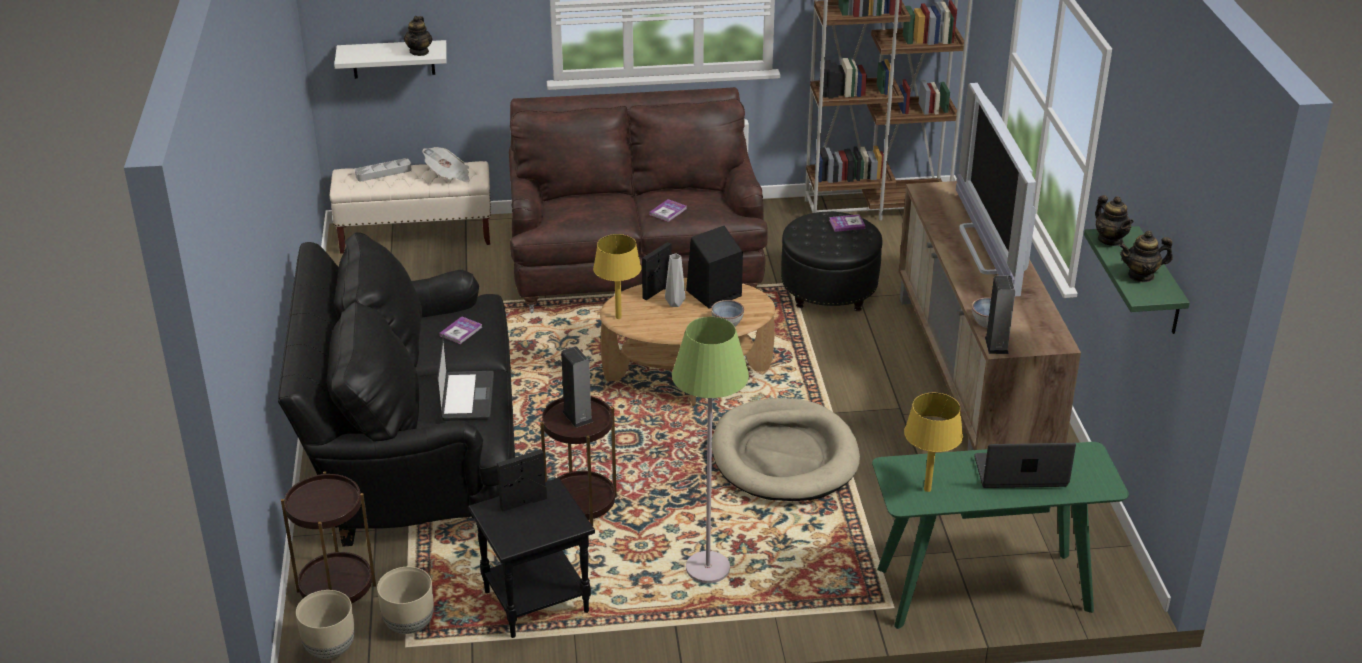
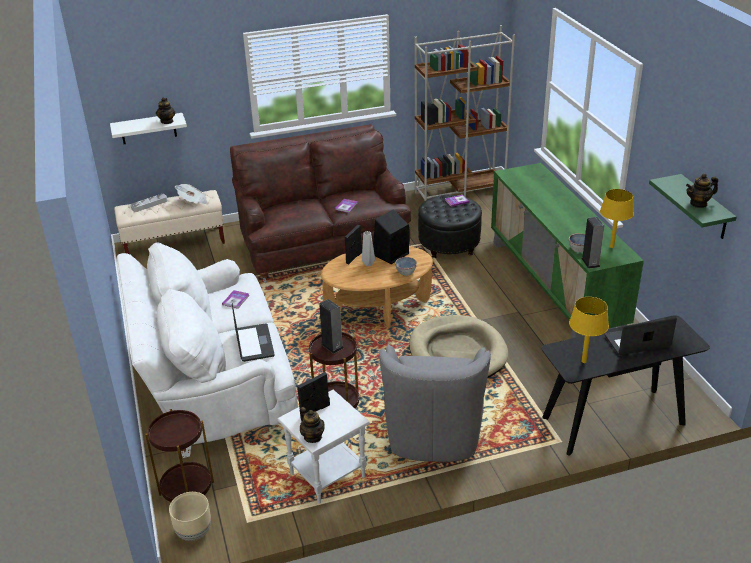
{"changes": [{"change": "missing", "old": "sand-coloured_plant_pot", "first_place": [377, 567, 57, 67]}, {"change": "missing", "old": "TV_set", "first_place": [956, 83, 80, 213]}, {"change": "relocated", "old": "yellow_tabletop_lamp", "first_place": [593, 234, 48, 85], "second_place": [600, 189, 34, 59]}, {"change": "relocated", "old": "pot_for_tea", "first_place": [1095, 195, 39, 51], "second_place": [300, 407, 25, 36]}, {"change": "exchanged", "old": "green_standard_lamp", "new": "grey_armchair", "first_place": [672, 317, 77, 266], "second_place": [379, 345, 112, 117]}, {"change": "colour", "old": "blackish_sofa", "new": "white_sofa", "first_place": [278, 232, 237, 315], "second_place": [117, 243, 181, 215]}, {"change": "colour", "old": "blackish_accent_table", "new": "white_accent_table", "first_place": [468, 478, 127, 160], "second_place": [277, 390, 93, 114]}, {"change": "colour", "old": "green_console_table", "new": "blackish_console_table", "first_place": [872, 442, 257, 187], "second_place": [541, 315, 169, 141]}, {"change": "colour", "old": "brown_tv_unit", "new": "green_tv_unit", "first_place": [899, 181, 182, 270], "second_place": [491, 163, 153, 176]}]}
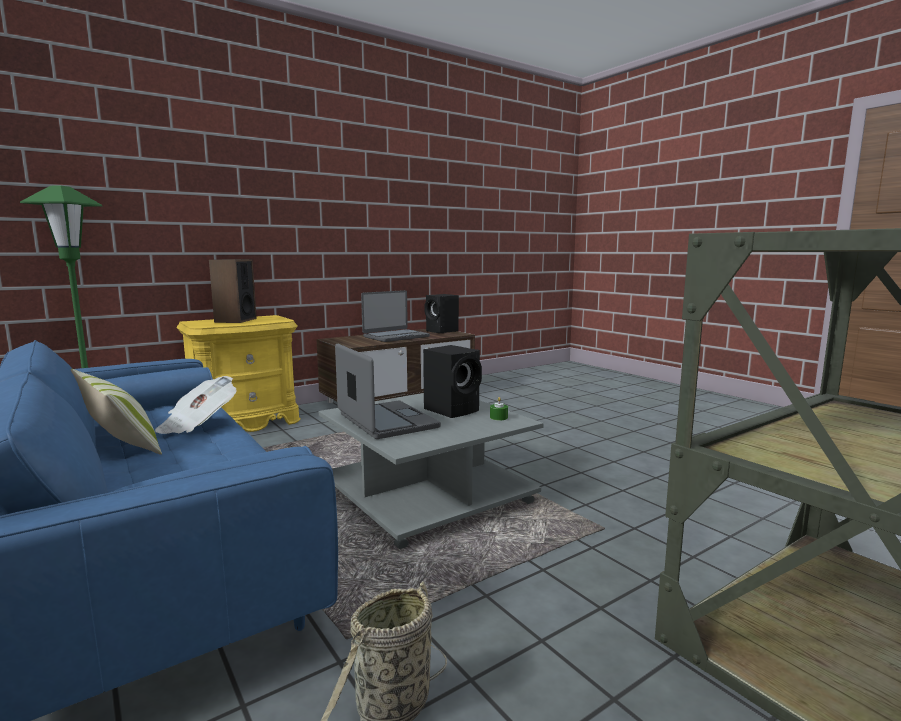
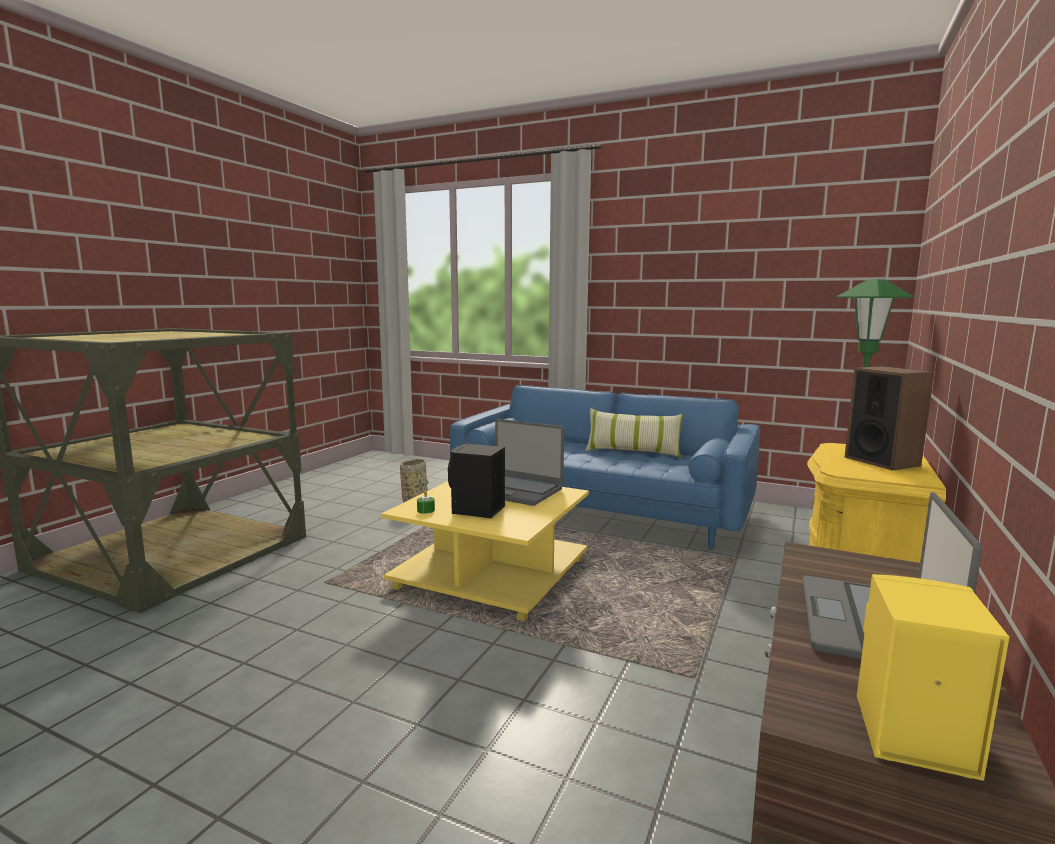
{"changes": [{"change": "missing", "old": "newspaper", "first_place": [155, 376, 82, 58]}, {"change": "colour", "old": "grey_low_table", "new": "yellow_low_table", "first_place": [319, 393, 225, 156], "second_place": [381, 481, 208, 141]}, {"change": "colour", "old": "blackish_loudspeaker", "new": "yellow_loudspeaker", "first_place": [425, 294, 34, 39], "second_place": [857, 574, 152, 207]}]}
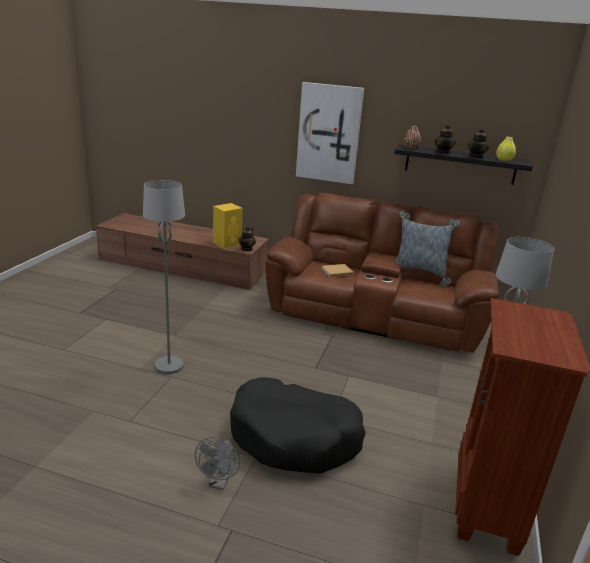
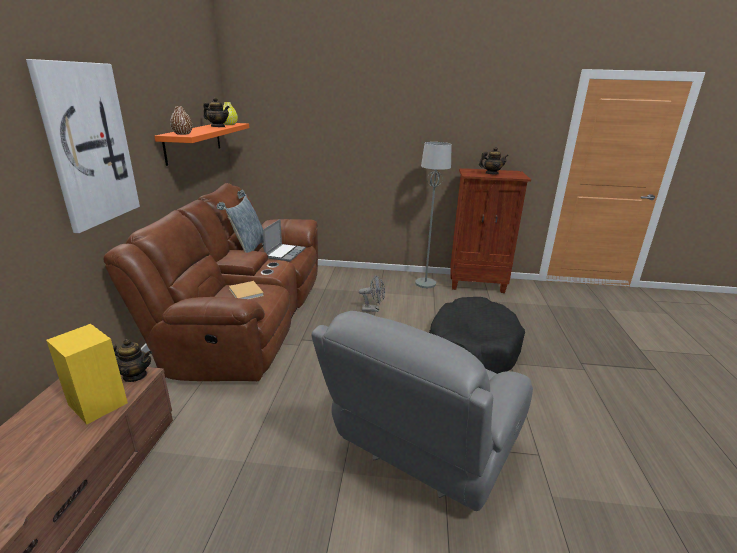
{"changes": [{"change": "appeared", "new": "laptop", "second_place": [263, 219, 43, 43]}, {"change": "relocated", "old": "grey_electric_fan", "first_place": [195, 437, 45, 53], "second_place": [359, 275, 26, 37]}, {"change": "relocated", "old": "pot_for_tea", "first_place": [434, 124, 22, 30], "second_place": [479, 147, 29, 27]}, {"change": "exchanged", "old": "grey_standard_lamp", "new": "grey_armchair", "first_place": [143, 180, 42, 194], "second_place": [311, 311, 222, 200]}, {"change": "colour", "old": "blackish_bracket_shelf", "new": "orangey_bracket_shelf", "first_place": [394, 144, 139, 41], "second_place": [155, 123, 94, 43]}]}
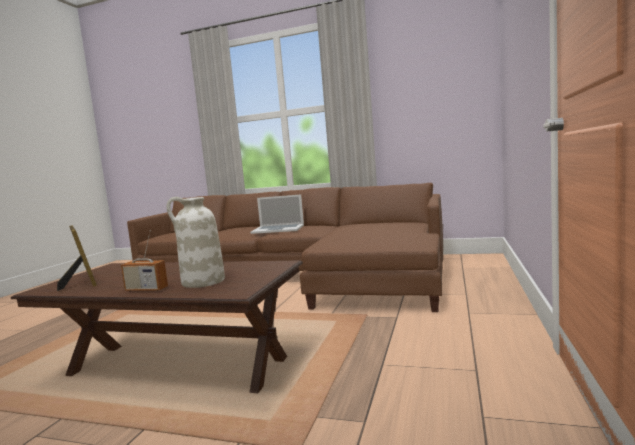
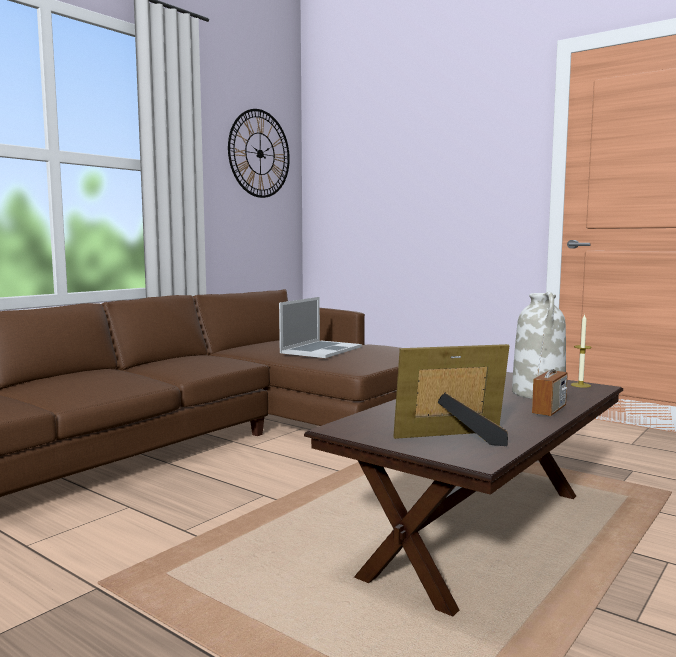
{"changes": [{"change": "appeared", "new": "clock_on_the_wall", "second_place": [228, 109, 62, 89]}, {"change": "appeared", "new": "wax_light", "second_place": [571, 314, 21, 74]}, {"change": "relocated", "old": "laptop", "first_place": [250, 194, 54, 40], "second_place": [279, 297, 83, 61]}]}
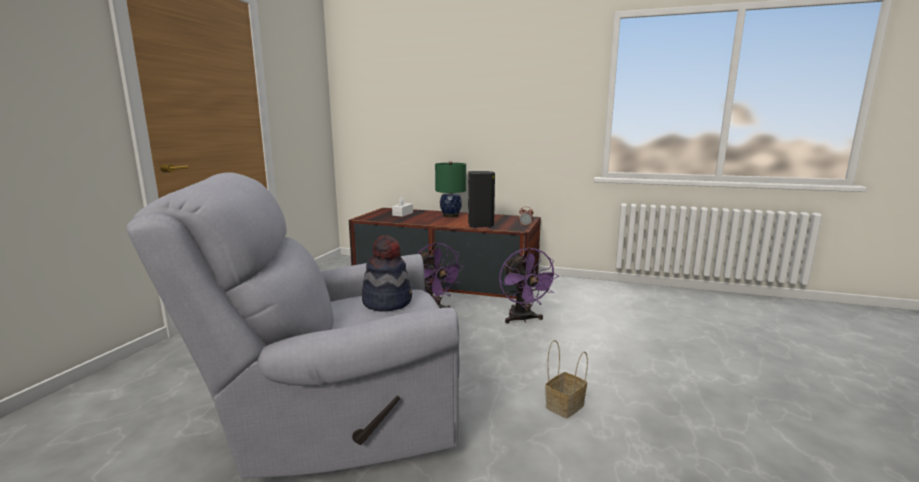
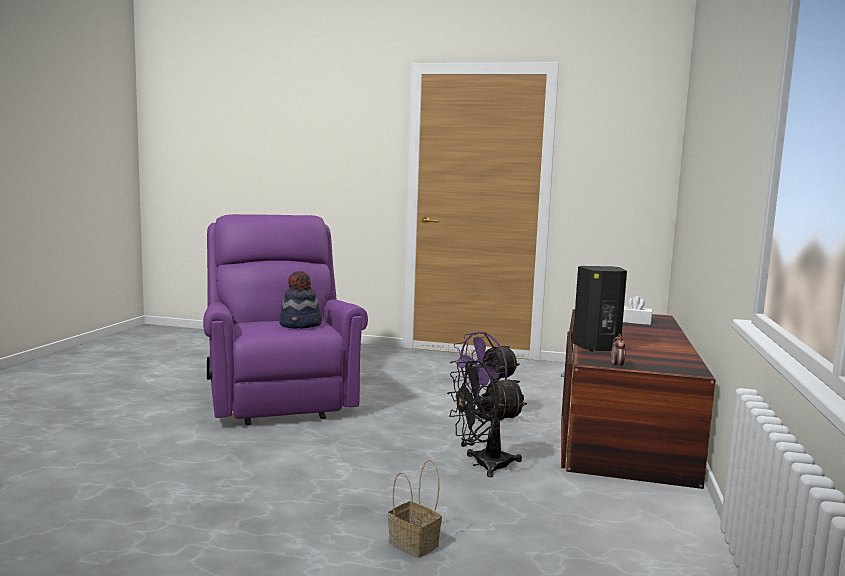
{"changes": [{"change": "missing", "old": "green_tabletop_lamp", "first_place": [435, 161, 31, 56]}, {"change": "relocated", "old": "storage_basket", "first_place": [545, 340, 43, 79], "second_place": [388, 460, 54, 98]}, {"change": "colour", "old": "grey_armchair", "new": "purple_armchair", "first_place": [127, 172, 333, 306], "second_place": [203, 214, 165, 211]}, {"change": "colour", "old": "purple_electric_fan", "new": "blackish_electric_fan", "first_place": [499, 247, 60, 77], "second_place": [447, 360, 80, 117]}]}
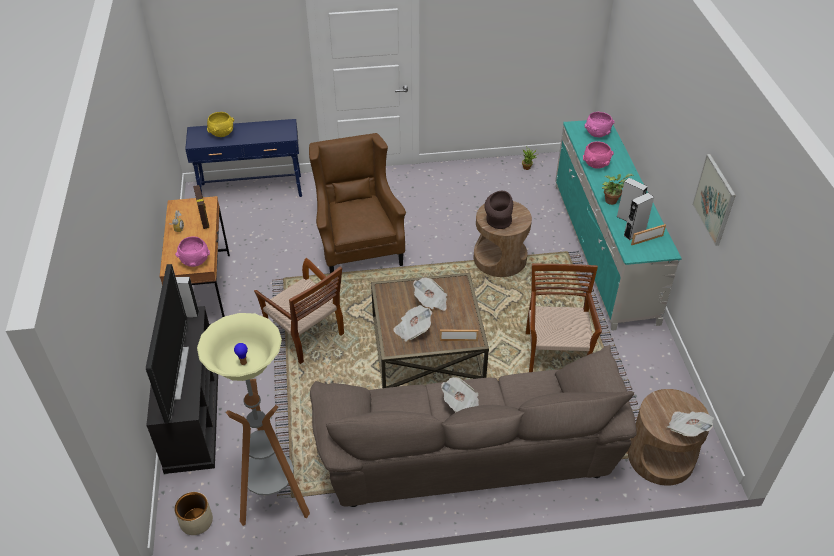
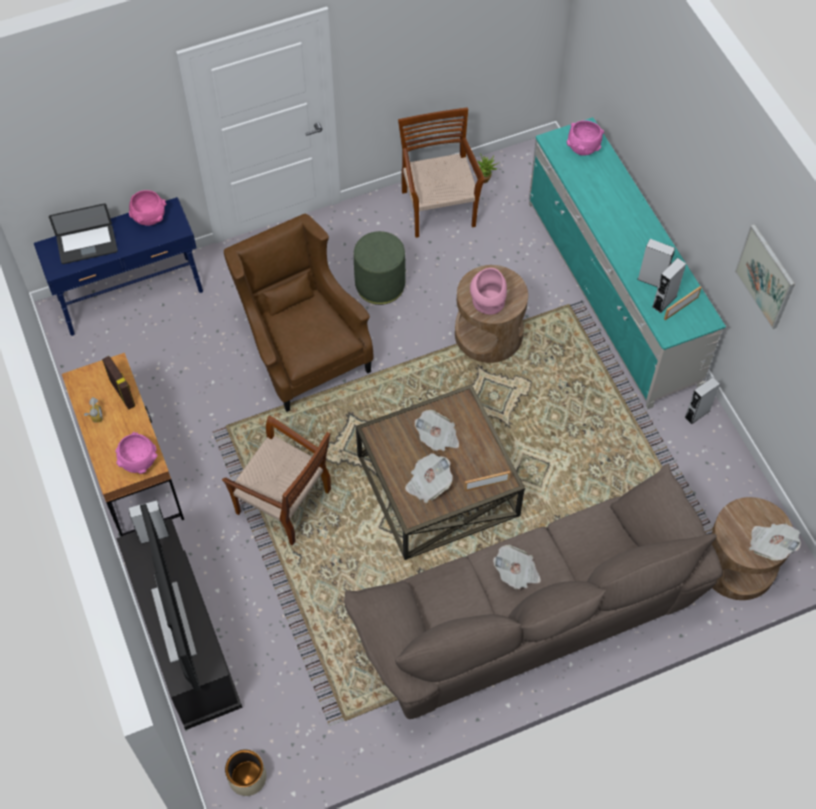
{"changes": [{"change": "missing", "old": "standard_lamp", "first_place": [197, 313, 113, 213]}, {"change": "missing", "old": "potted_plant", "first_place": [602, 174, 32, 31]}, {"change": "appeared", "new": "green_footrest", "second_place": [354, 231, 52, 74]}, {"change": "appeared", "new": "grey_loudspeaker", "second_place": [684, 377, 36, 48]}, {"change": "relocated", "old": "brown_armchair", "first_place": [526, 264, 76, 108], "second_place": [398, 107, 87, 131]}, {"change": "relocated", "old": "pink_bowl", "first_place": [583, 141, 31, 28], "second_place": [129, 190, 37, 36]}, {"change": "exchanged", "old": "yellow_bowl", "new": "laptop", "first_place": [207, 112, 27, 25], "second_place": [49, 204, 69, 60]}, {"change": "colour", "old": "brown_decorative_vase", "new": "pink_decorative_vase", "first_place": [484, 191, 29, 38], "second_place": [470, 268, 37, 47]}]}
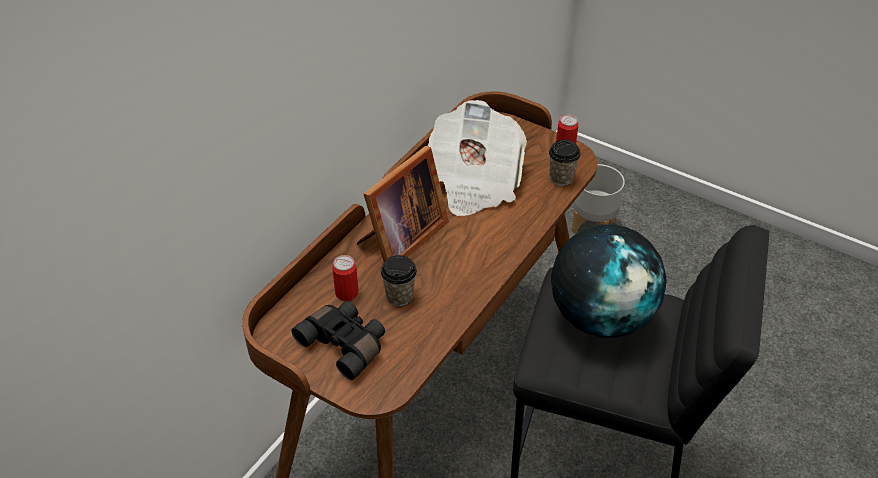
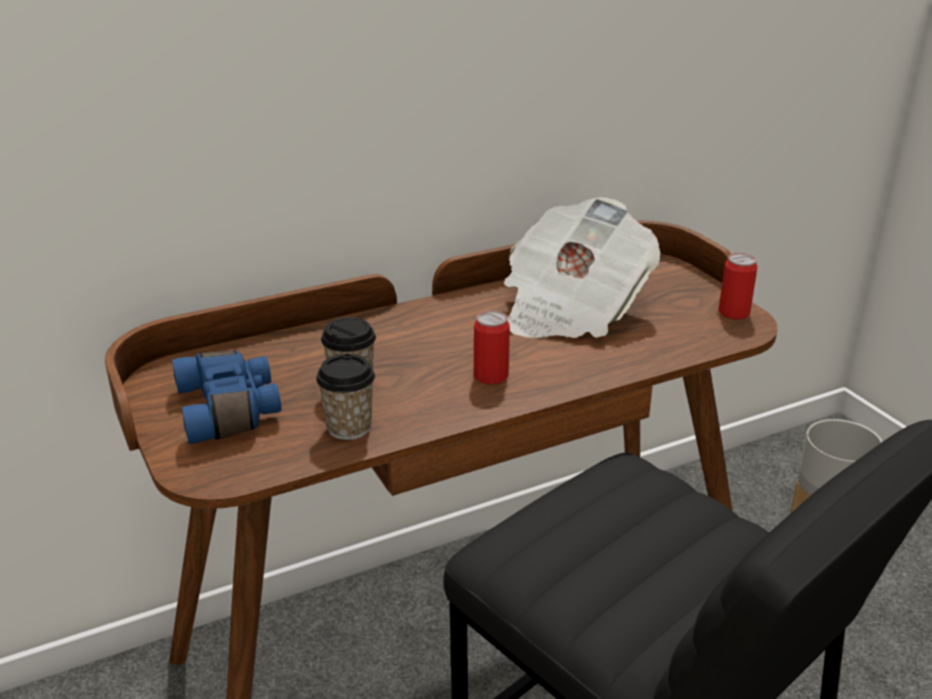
{"changes": [{"change": "missing", "old": "photo_frame", "first_place": [357, 146, 92, 116]}, {"change": "missing", "old": "globe", "first_place": [551, 224, 116, 114]}, {"change": "relocated", "old": "metal_can", "first_place": [332, 255, 27, 46], "second_place": [474, 310, 36, 75]}, {"change": "relocated", "old": "drinking_cup", "first_place": [549, 140, 32, 46], "second_place": [316, 354, 59, 86]}, {"change": "colour", "old": "blackish_binoculars", "new": "blue_binoculars", "first_place": [291, 301, 94, 79], "second_place": [172, 350, 110, 94]}]}
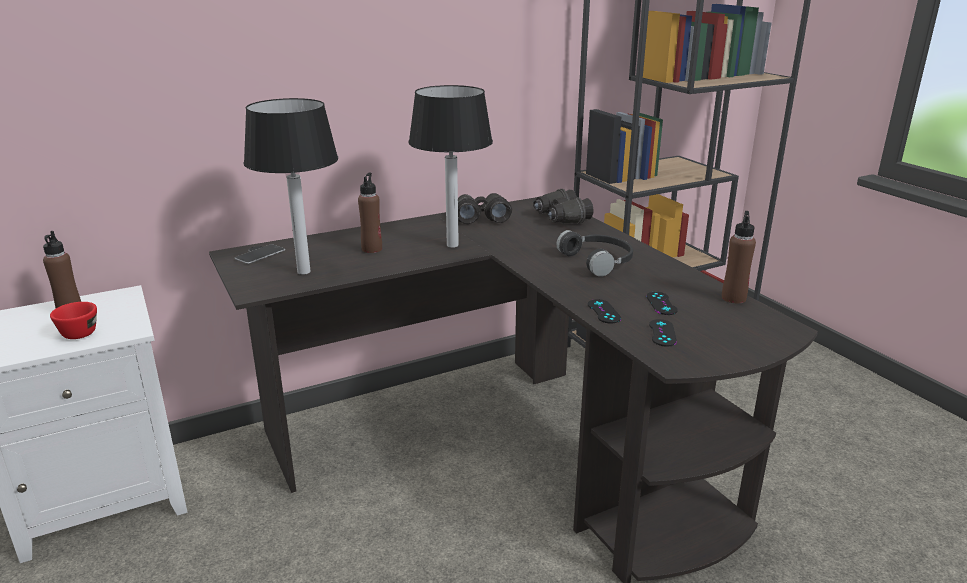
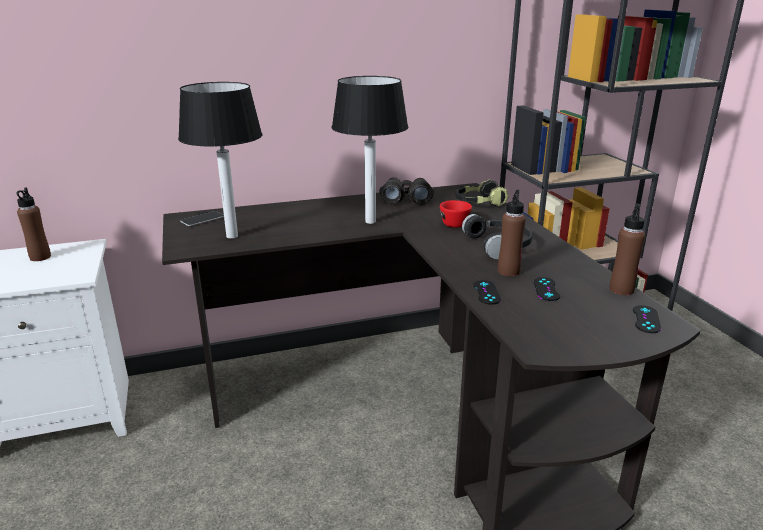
{"changes": [{"change": "relocated", "old": "red_drinking_cup", "first_place": [50, 302, 47, 37], "second_place": [440, 200, 32, 27]}, {"change": "relocated", "old": "brown_bottle", "first_place": [358, 173, 24, 80], "second_place": [498, 190, 28, 86]}, {"change": "relocated", "old": "blackish_gamepad", "first_place": [649, 319, 28, 28], "second_place": [633, 305, 28, 28]}, {"change": "exchanged", "old": "blackish_binoculars", "new": "headphones", "first_place": [533, 189, 60, 34], "second_place": [455, 179, 54, 27]}]}
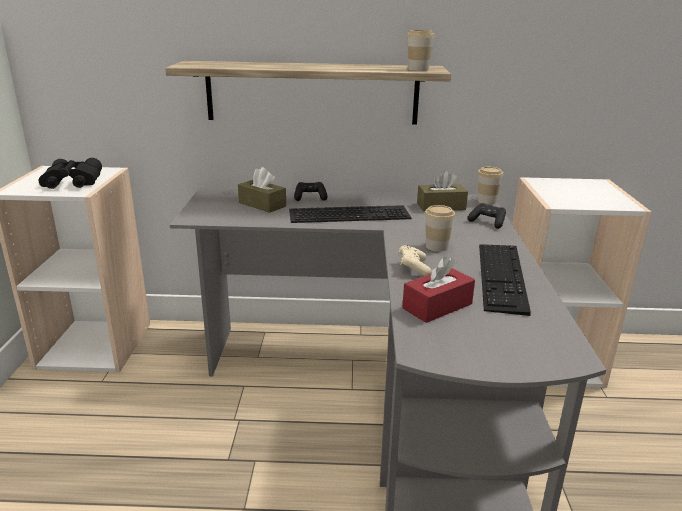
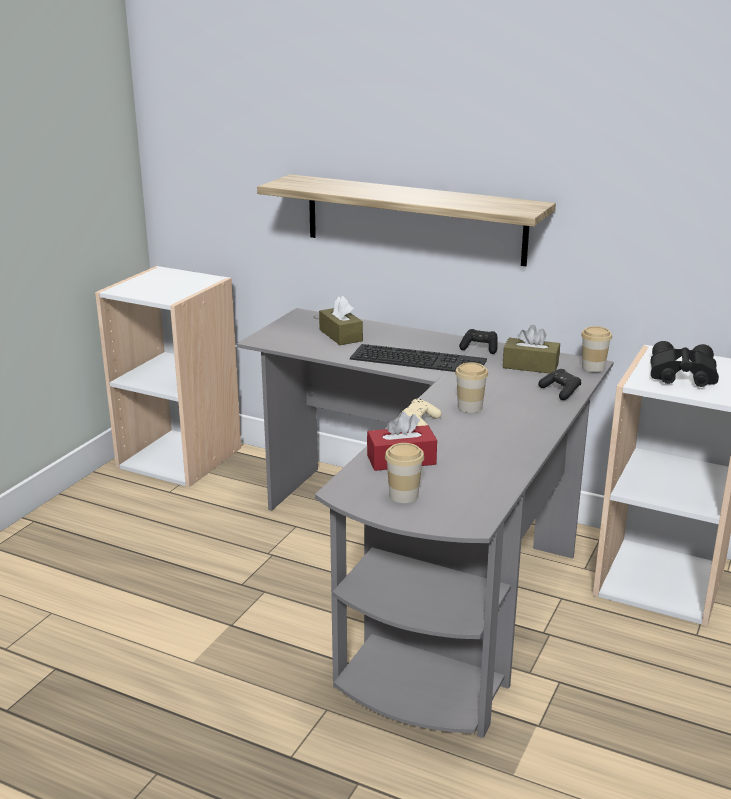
{"changes": [{"change": "missing", "old": "keyboard", "first_place": [479, 244, 52, 72]}, {"change": "relocated", "old": "blackish_binoculars", "first_place": [39, 158, 63, 31], "second_place": [651, 341, 68, 46]}, {"change": "relocated", "old": "blackish_gamepad", "first_place": [294, 182, 33, 19], "second_place": [459, 329, 39, 25]}, {"change": "relocated", "old": "drinking_cup", "first_place": [407, 30, 28, 41], "second_place": [385, 443, 39, 60]}]}
